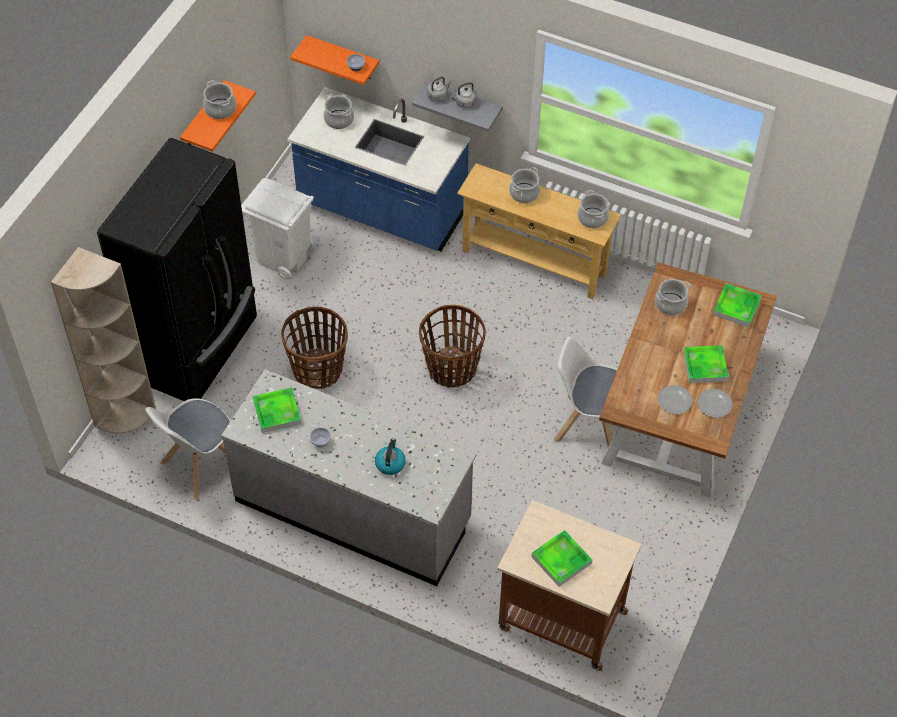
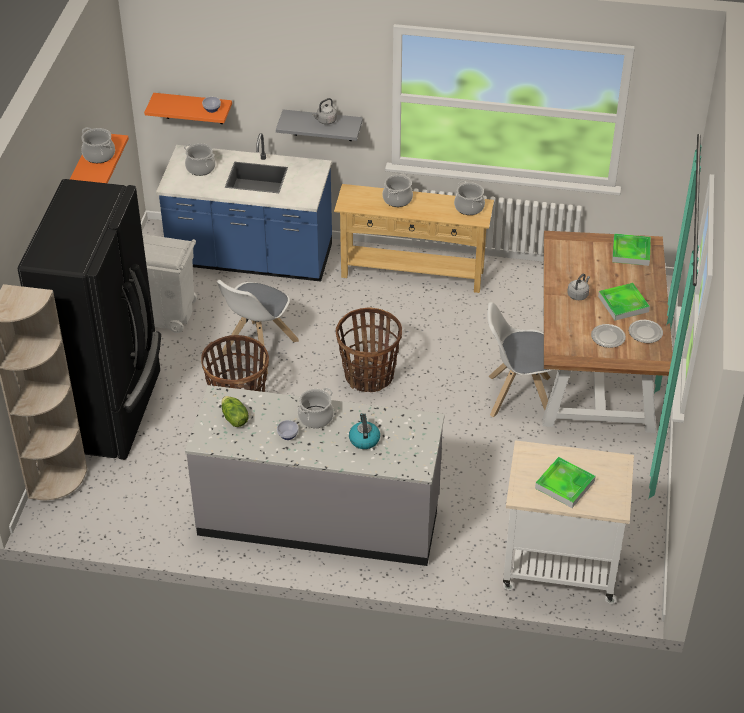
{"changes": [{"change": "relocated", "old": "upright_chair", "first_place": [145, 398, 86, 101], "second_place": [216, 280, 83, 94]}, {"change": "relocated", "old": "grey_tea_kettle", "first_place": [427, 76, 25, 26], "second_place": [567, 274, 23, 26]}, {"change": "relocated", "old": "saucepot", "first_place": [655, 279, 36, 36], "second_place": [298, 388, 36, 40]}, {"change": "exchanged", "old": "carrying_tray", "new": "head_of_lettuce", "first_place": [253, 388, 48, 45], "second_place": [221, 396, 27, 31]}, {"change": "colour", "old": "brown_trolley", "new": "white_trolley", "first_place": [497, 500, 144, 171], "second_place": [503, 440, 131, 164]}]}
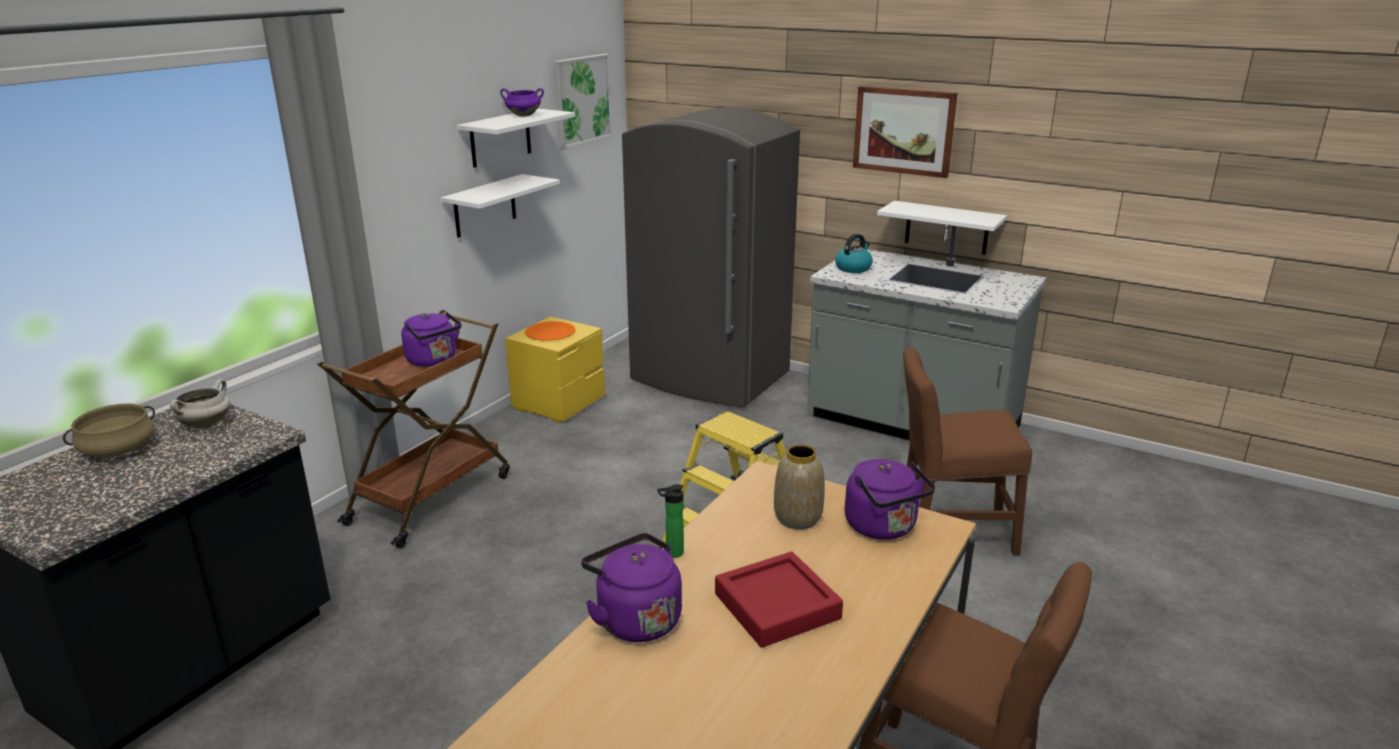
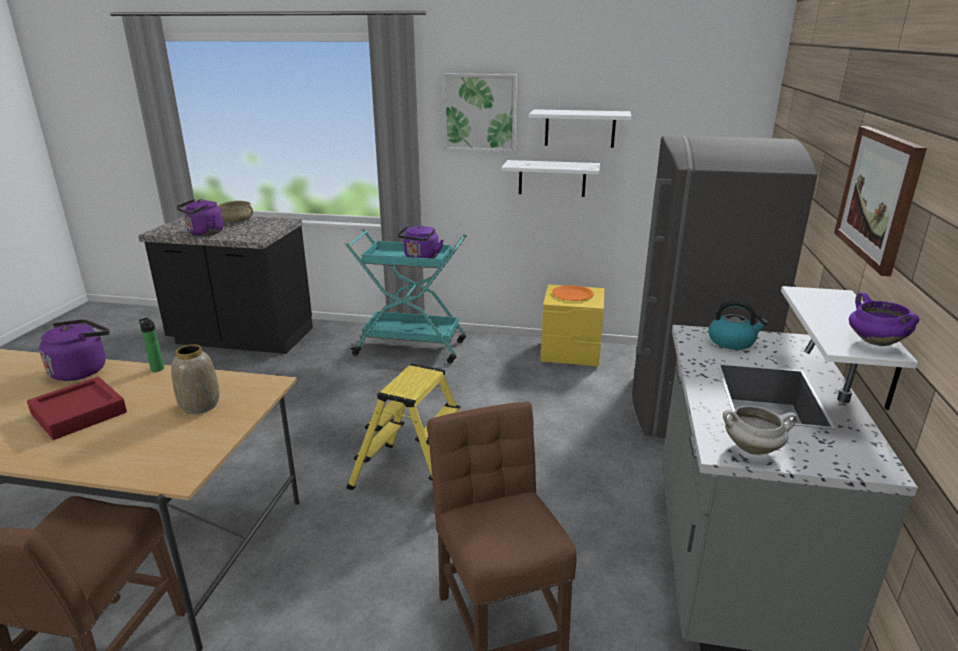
{"changes": [{"change": "relocated", "old": "white_saucepot", "first_place": [170, 379, 60, 50], "second_place": [723, 406, 74, 49]}, {"change": "relocated", "old": "purple_saucepot", "first_place": [500, 88, 44, 29], "second_place": [849, 292, 70, 54]}, {"change": "relocated", "old": "picture", "first_place": [554, 54, 59, 96], "second_place": [442, 74, 75, 78]}, {"change": "relocated", "old": "purple_tea_kettle", "first_place": [845, 459, 90, 81], "second_place": [176, 199, 48, 37]}, {"change": "colour", "old": "brown_trolley", "new": "blue-green_trolley", "first_place": [317, 309, 193, 240], "second_place": [345, 230, 122, 134]}]}
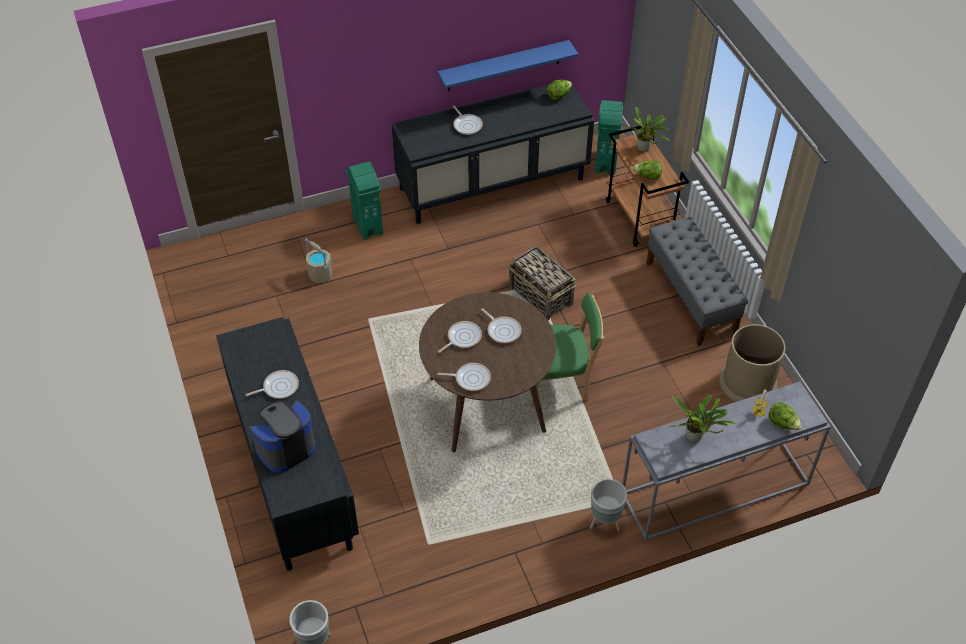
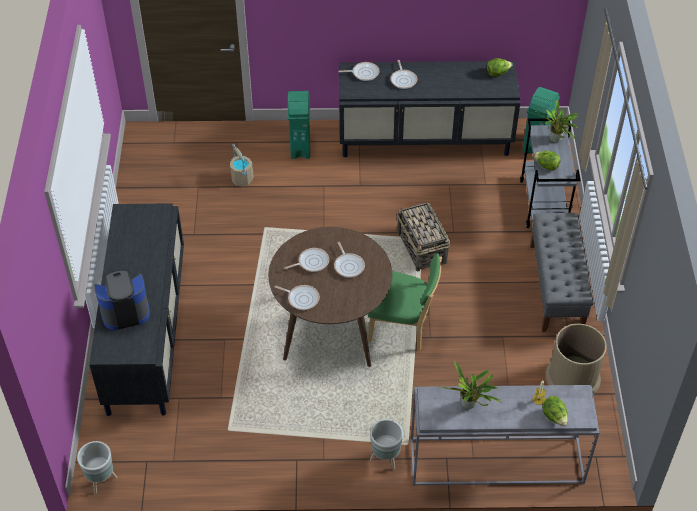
{"changes": [{"change": "missing", "old": "blue_bracket_shelf", "first_place": [438, 40, 140, 51]}, {"change": "relocated", "old": "skillet", "first_place": [246, 370, 53, 29], "second_place": [338, 62, 42, 19]}, {"change": "colour", "old": "brown_trolley", "new": "grey_trolley", "first_place": [606, 124, 83, 123], "second_place": [520, 118, 60, 110]}]}
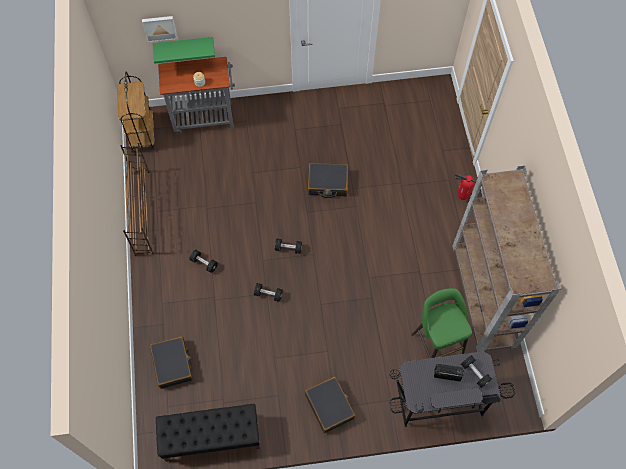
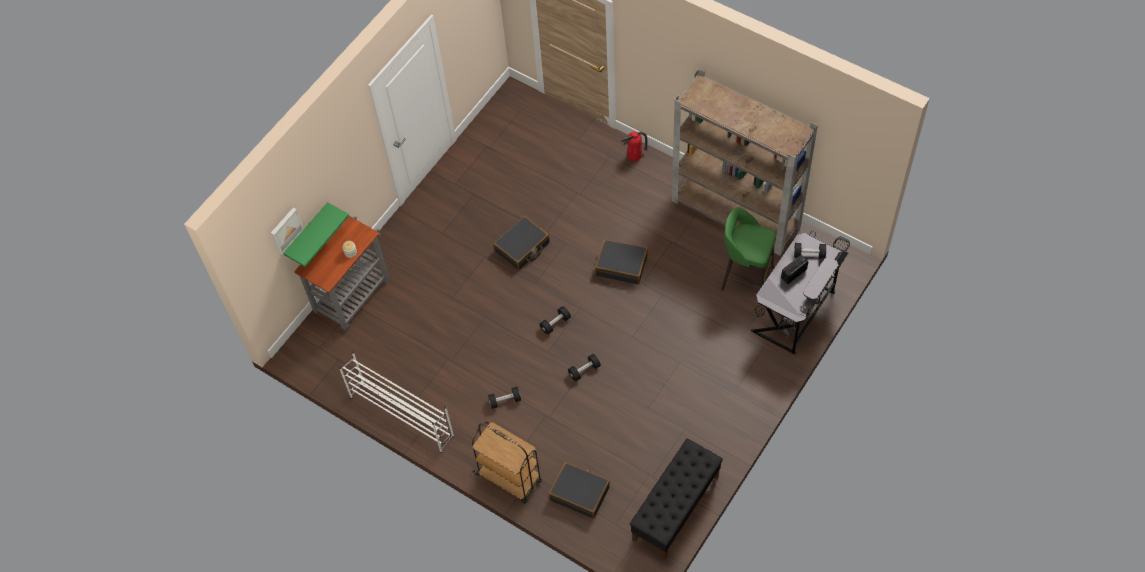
{"changes": [{"change": "relocated", "old": "brown_trolley", "first_place": [117, 72, 37, 80], "second_place": [472, 422, 70, 81]}, {"change": "relocated", "old": "blackish_piece_of_luggage", "first_place": [305, 376, 50, 57], "second_place": [595, 239, 53, 45]}, {"change": "colour", "old": "brown_shoe_shelf", "new": "white_shoe_shelf", "first_place": [120, 143, 34, 113], "second_place": [339, 351, 115, 102]}]}
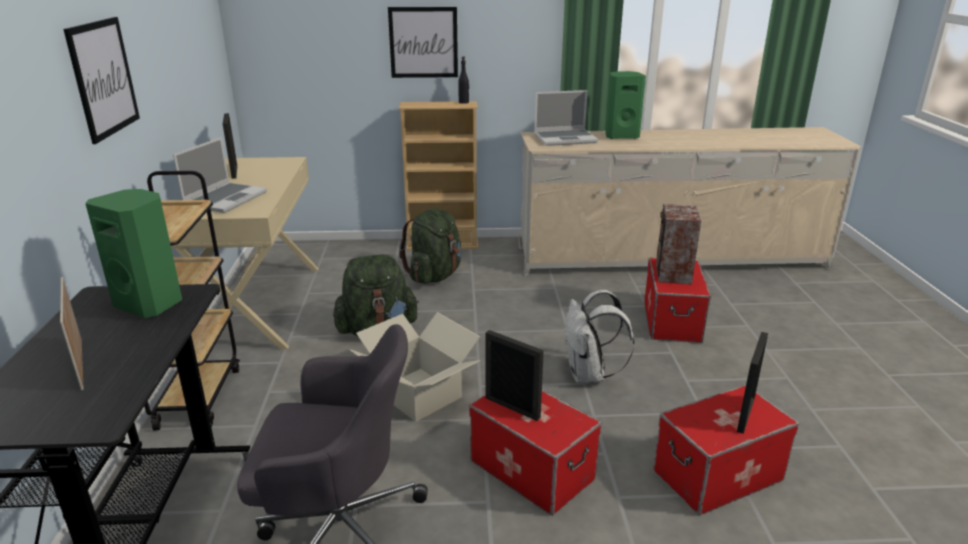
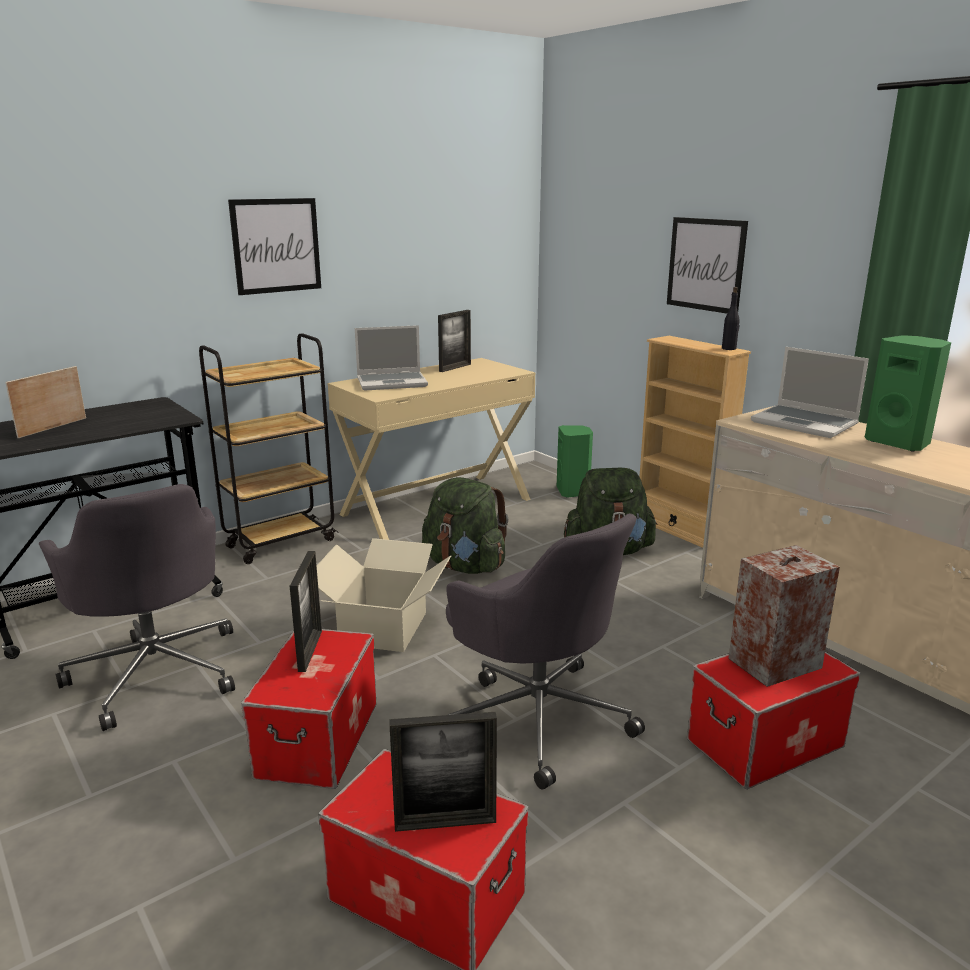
{"changes": [{"change": "relocated", "old": "green_loudspeaker", "first_place": [85, 189, 97, 129], "second_place": [557, 425, 36, 73]}, {"change": "exchanged", "old": "white_backpack", "new": "grey_computer_chair", "first_place": [564, 290, 71, 93], "second_place": [446, 513, 199, 277]}]}
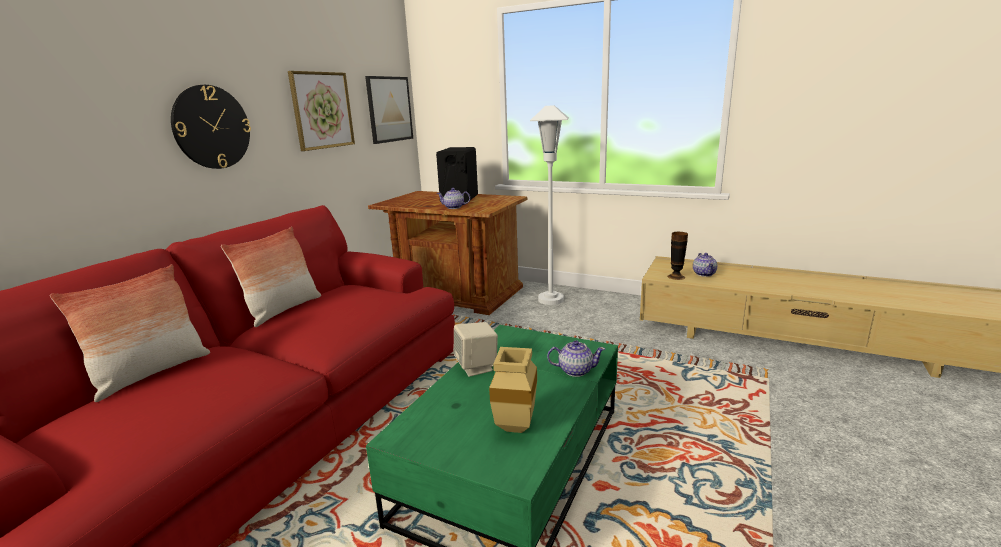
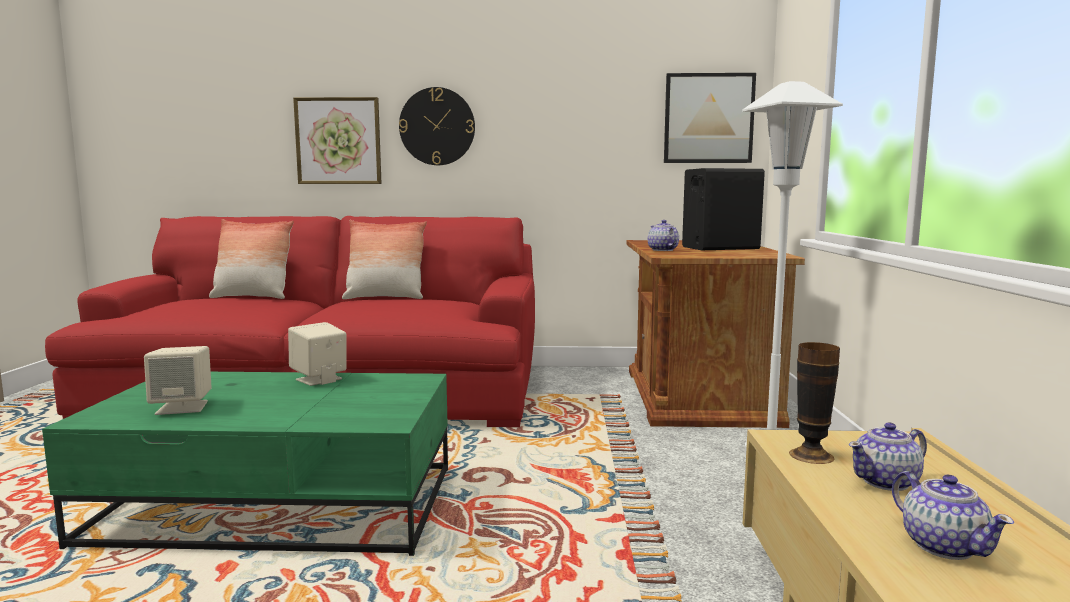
{"changes": [{"change": "relocated", "old": "picture", "first_place": [288, 71, 67, 80], "second_place": [293, 97, 89, 87]}, {"change": "relocated", "old": "pot_for_tea", "first_place": [547, 340, 58, 37], "second_place": [892, 471, 122, 89]}, {"change": "exchanged", "old": "sand-coloured_decorative_vase", "new": "sand-coloured_loudspeaker", "first_place": [489, 347, 48, 86], "second_place": [144, 346, 68, 69]}]}
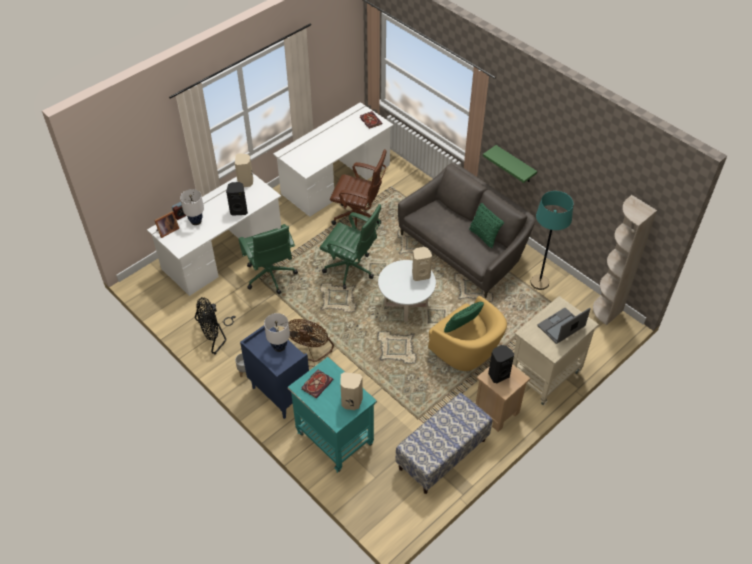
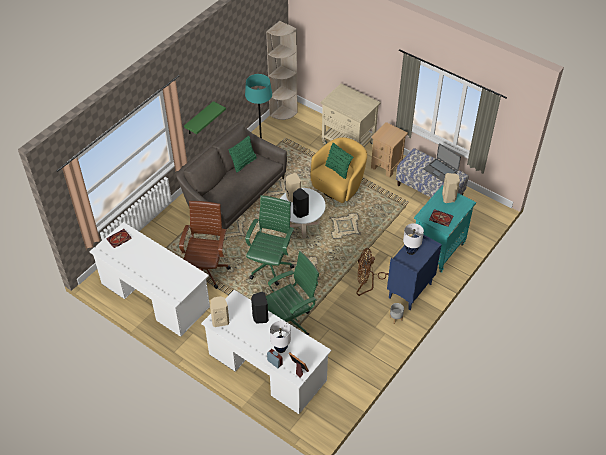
{"changes": [{"change": "missing", "old": "blackish_electric_fan", "first_place": [195, 297, 41, 57]}, {"change": "relocated", "old": "blackish_loudspeaker", "first_place": [488, 345, 26, 38], "second_place": [293, 188, 16, 30]}, {"change": "relocated", "old": "laptop", "first_place": [537, 308, 54, 36], "second_place": [424, 143, 37, 39]}]}
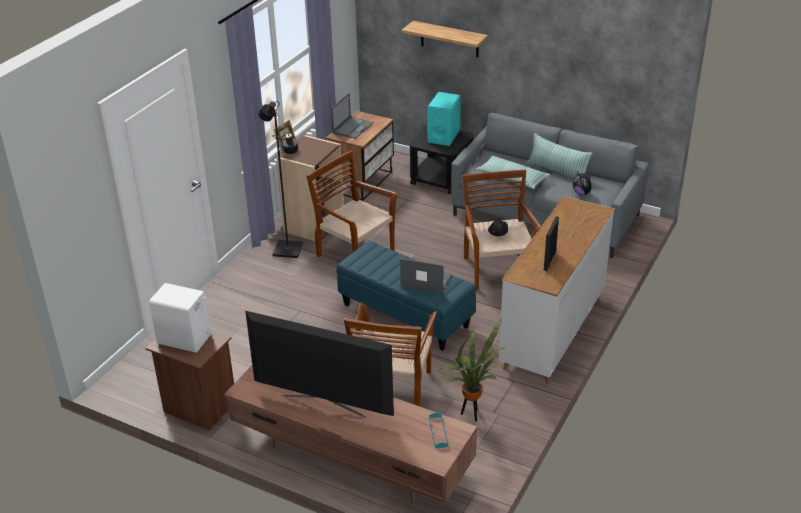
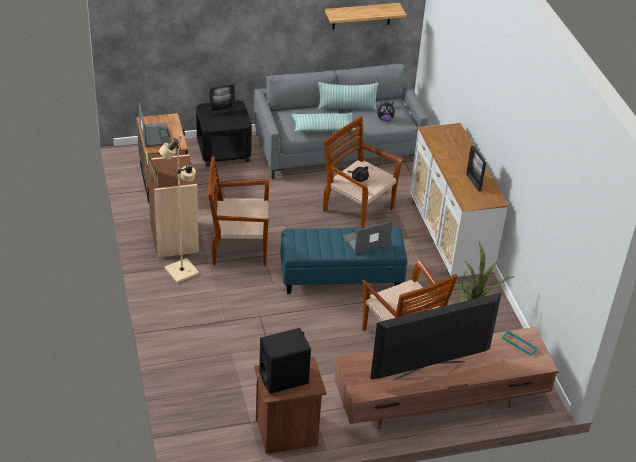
{"changes": [{"change": "relocated", "old": "bracket_shelf", "first_place": [402, 21, 86, 36], "second_place": [325, 3, 82, 26]}, {"change": "exchanged", "old": "blue-green_loudspeaker", "new": "photo_frame", "first_place": [427, 92, 34, 54], "second_place": [209, 83, 26, 32]}, {"change": "colour", "old": "white_loudspeaker", "new": "blackish_loudspeaker", "first_place": [149, 283, 62, 70], "second_place": [259, 328, 52, 66]}, {"change": "colour", "old": "blackish_standard_lamp", "new": "sand-coloured_standard_lamp", "first_place": [258, 101, 45, 157], "second_place": [159, 136, 40, 147]}]}
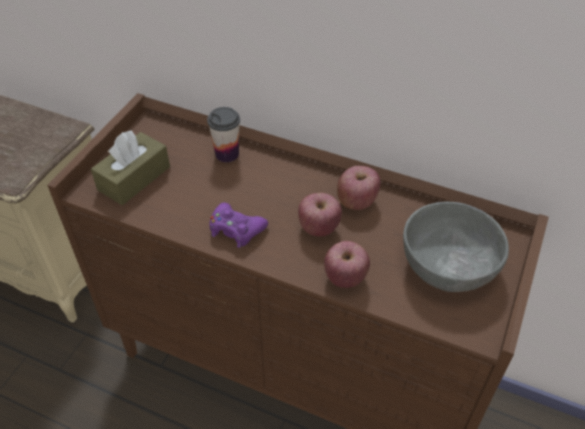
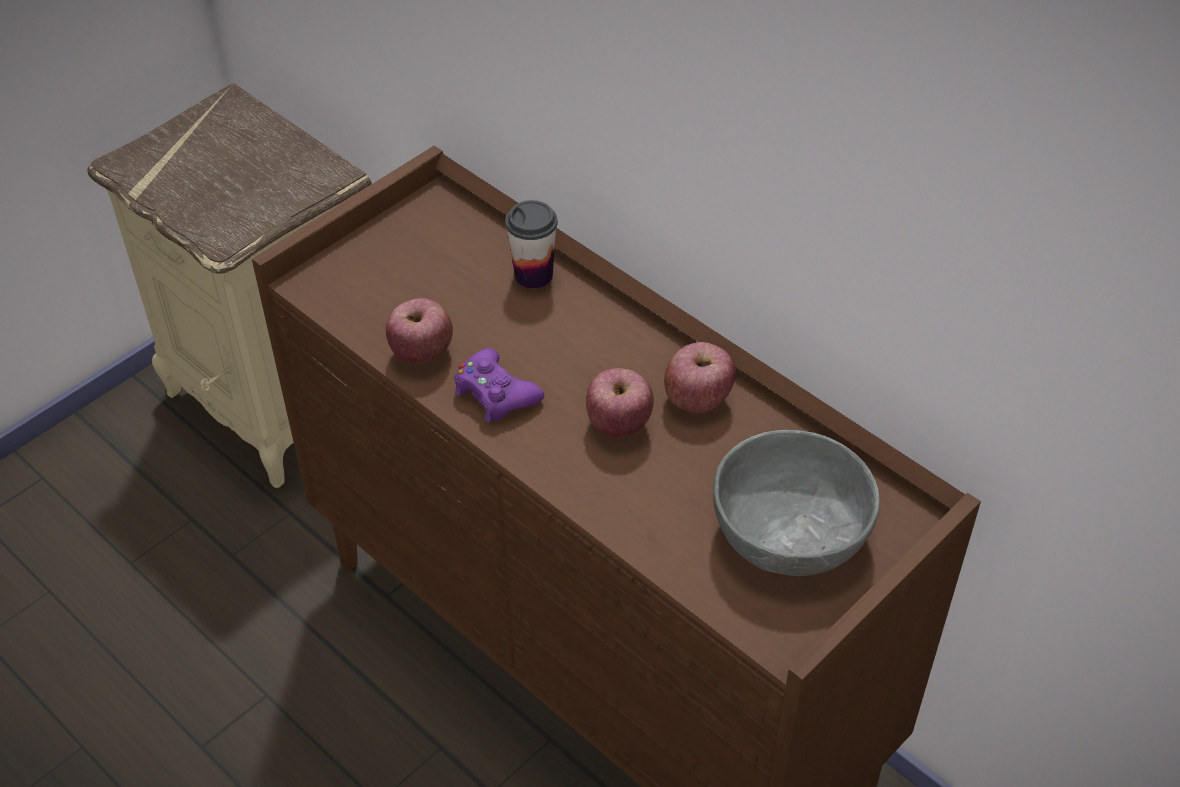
{"changes": [{"change": "missing", "old": "brown_tissue_holder", "first_place": [91, 130, 79, 75]}, {"change": "relocated", "old": "apple_fruit", "first_place": [324, 241, 46, 47], "second_place": [386, 298, 67, 66]}]}
